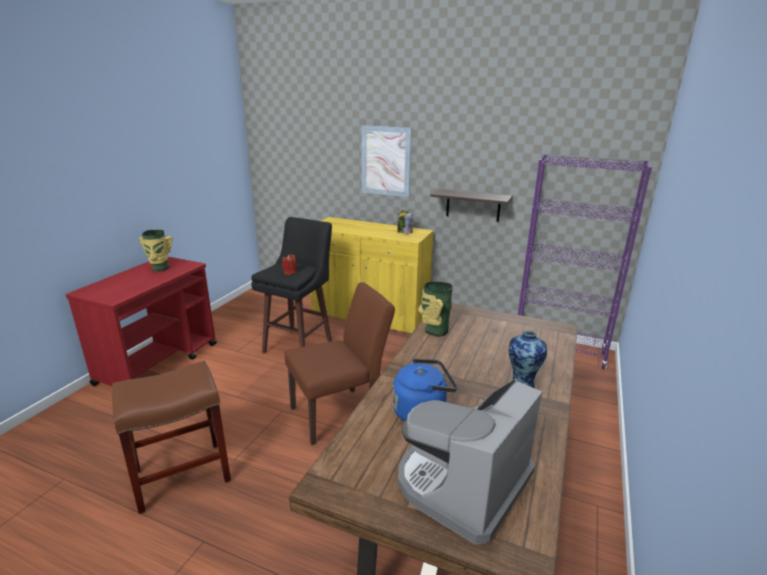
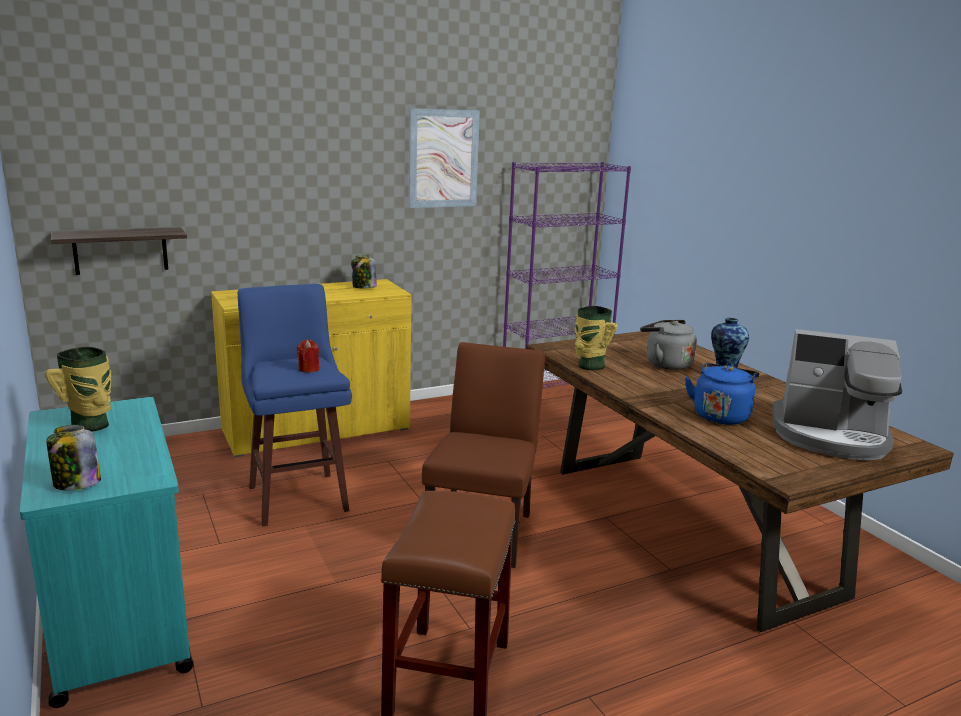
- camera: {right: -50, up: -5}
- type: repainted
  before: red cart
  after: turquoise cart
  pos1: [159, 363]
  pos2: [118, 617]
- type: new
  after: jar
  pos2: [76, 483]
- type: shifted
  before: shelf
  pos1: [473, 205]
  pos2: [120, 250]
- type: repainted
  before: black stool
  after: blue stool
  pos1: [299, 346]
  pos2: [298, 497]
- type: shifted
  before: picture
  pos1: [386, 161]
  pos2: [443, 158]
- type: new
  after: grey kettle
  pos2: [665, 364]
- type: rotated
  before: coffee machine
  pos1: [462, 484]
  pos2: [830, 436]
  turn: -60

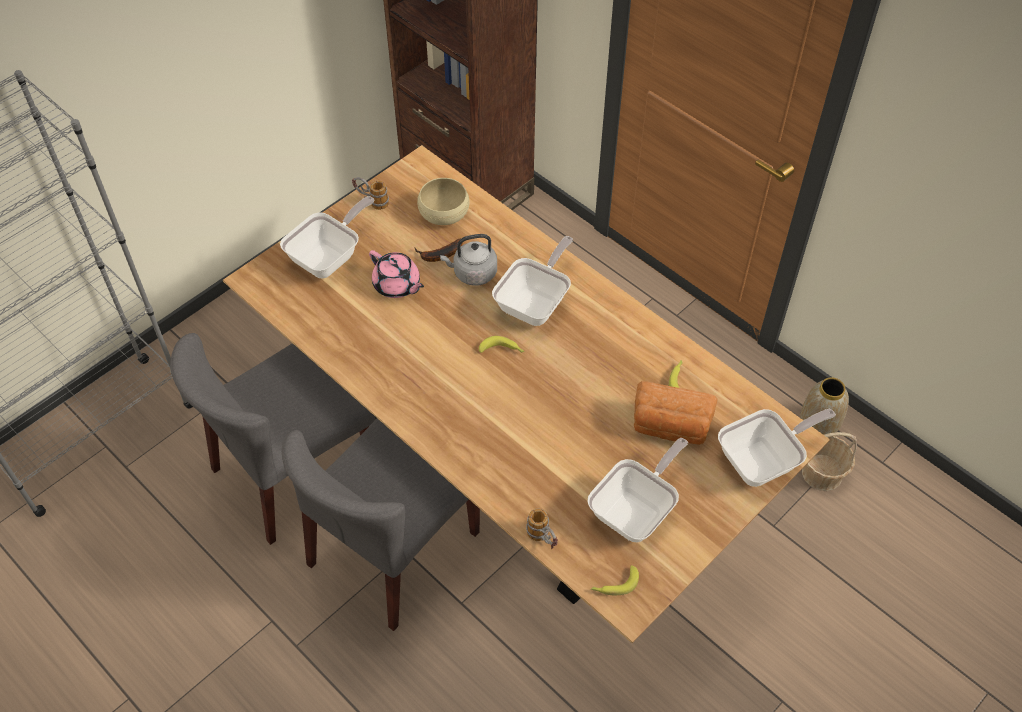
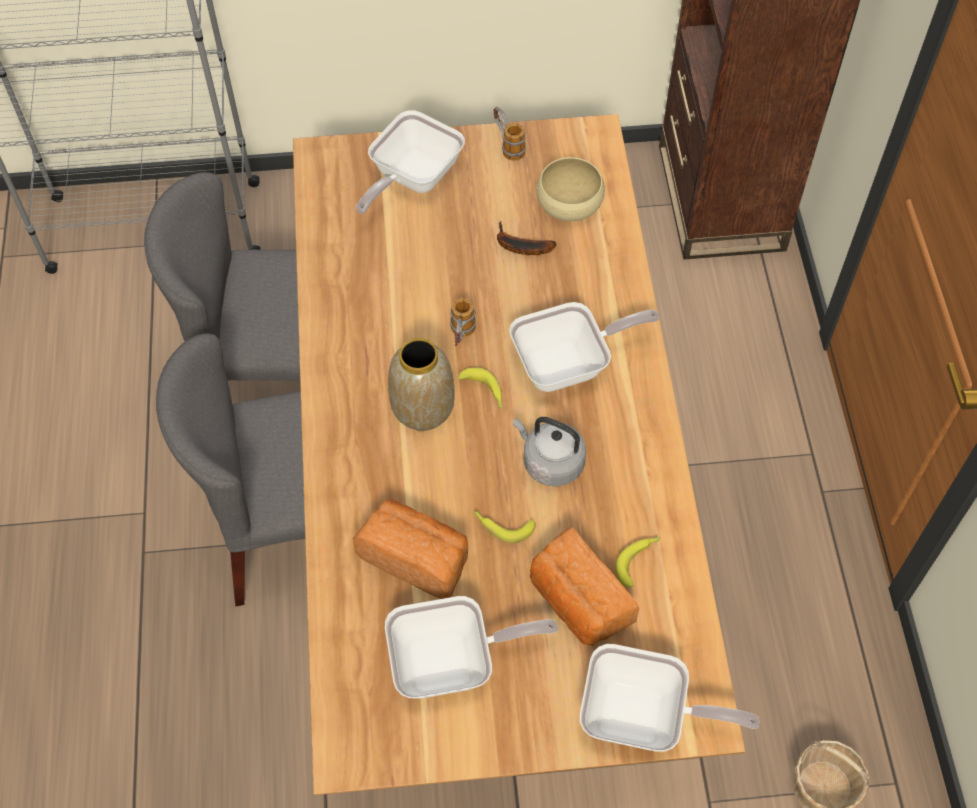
- camera: {right: 40, up: 5}
- type: new
  after: bread
  pos2: [416, 557]
- type: rotated
  before: frying pan
  pos1: [330, 257]
  pos2: [411, 179]
  turn: 135
- type: shifted
  before: vase
  pos1: [818, 424]
  pos2: [422, 408]
- type: shifted
  before: mug
  pos1: [543, 539]
  pos2: [461, 336]
- type: shifted
  before: banana
  pos1: [614, 584]
  pos2: [502, 526]
- type: shifted
  before: grey kettle
  pos1: [472, 273]
  pos2: [550, 462]
- type: gone
  before: pink teapot
  pos1: [397, 285]

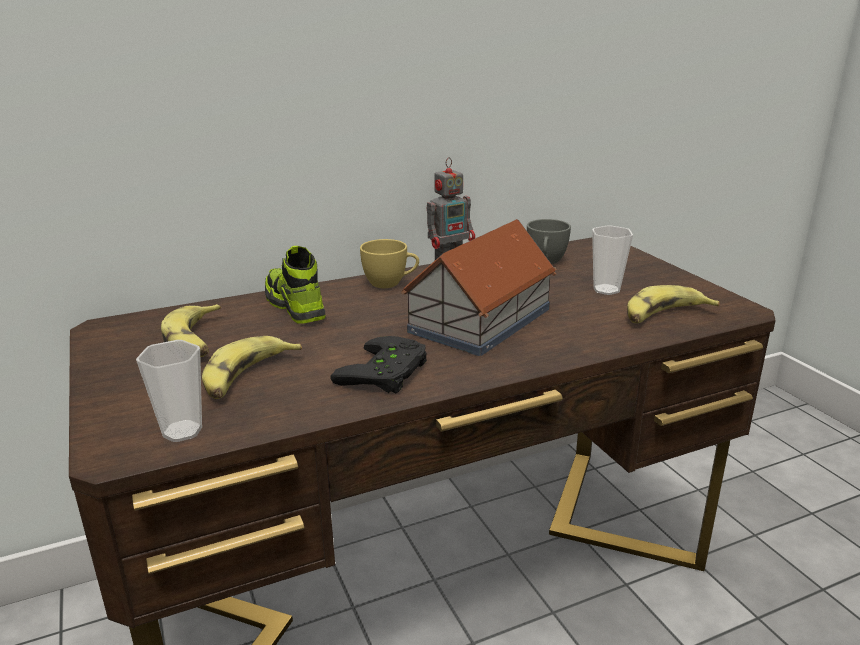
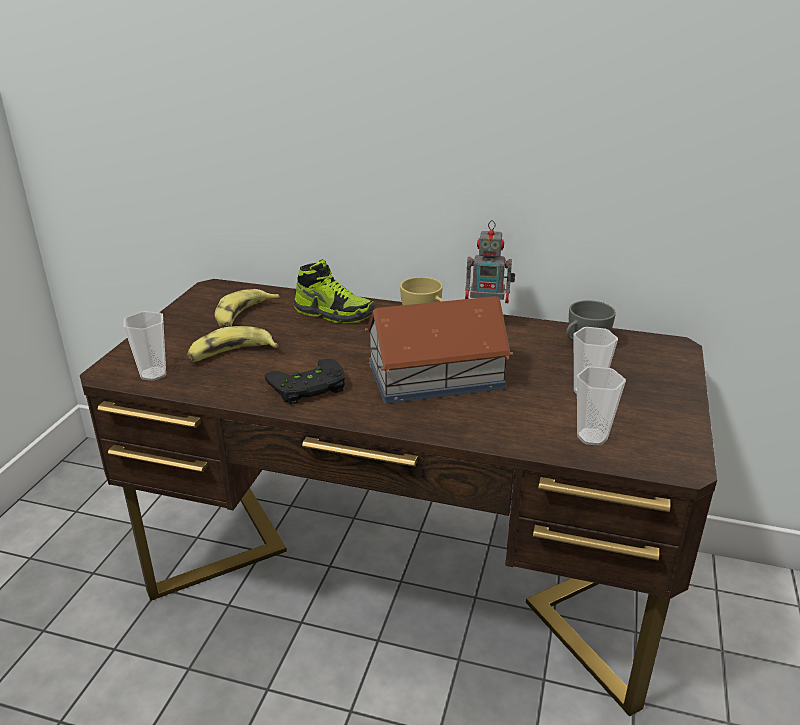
- camera: {right: 40, up: 5}
- type: rotated
  before: shoe
  pos1: [295, 306]
  pos2: [334, 313]
  turn: 105
- type: swapped
  before: banana
  after: cup
  pos1: [664, 316]
  pos2: [592, 437]

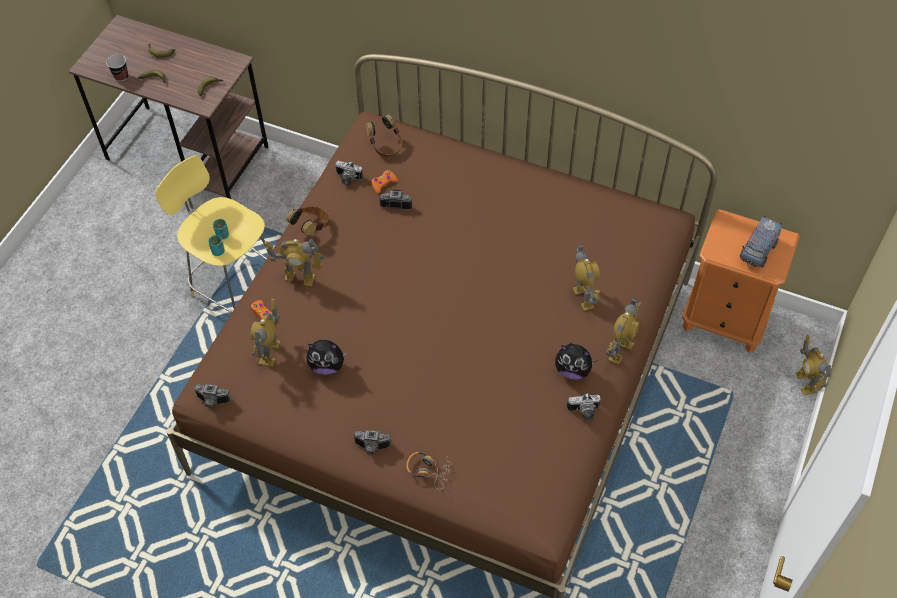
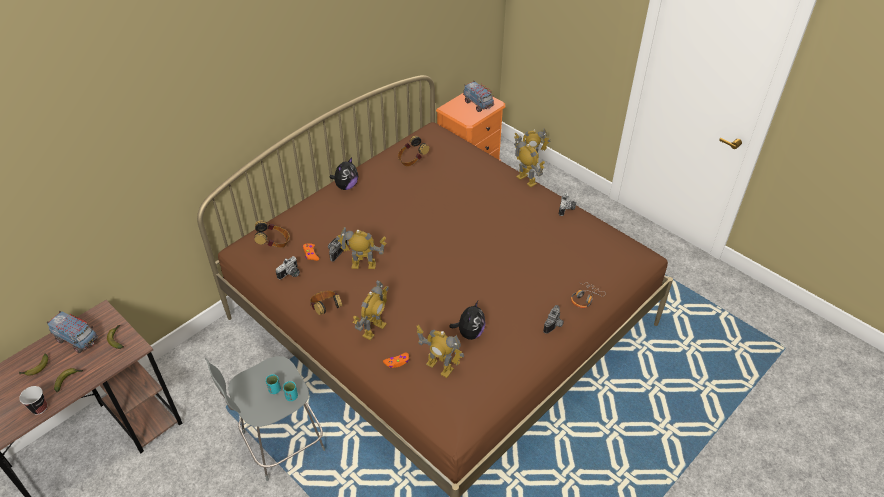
- camera: {right: -70, up: -10}
- type: new
  after: toy truck
  pos2: [77, 339]
- type: repainted
  before: yellow stool
  after: grey stool
  pos1: [235, 288]
  pos2: [280, 443]
- type: shifted
  before: plush toy
  pos1: [572, 370]
  pos2: [346, 186]
- type: shifted
  before: toy robot
  pos1: [583, 298]
  pos2: [363, 265]
- type: new
  after: headphones
  pos2: [412, 160]
- type: gone
  before: photo camera
  pos1: [212, 402]

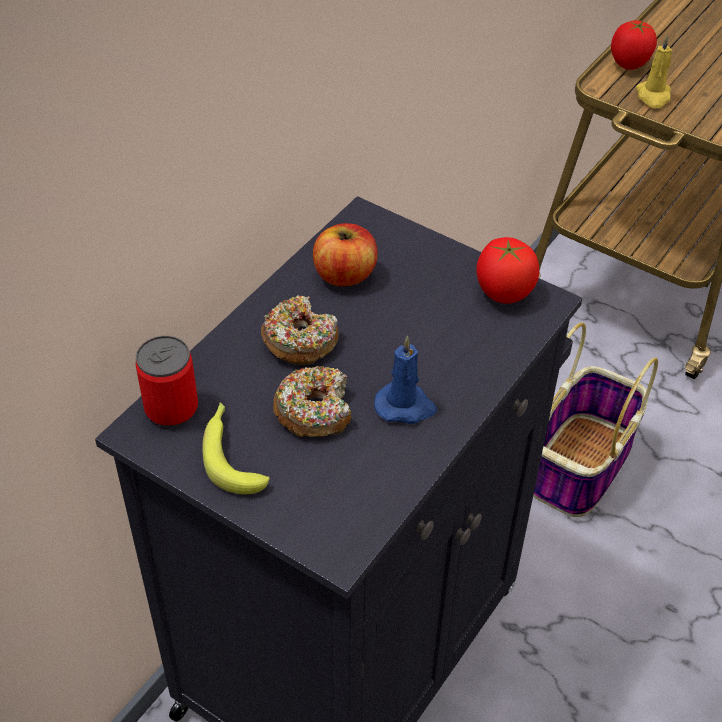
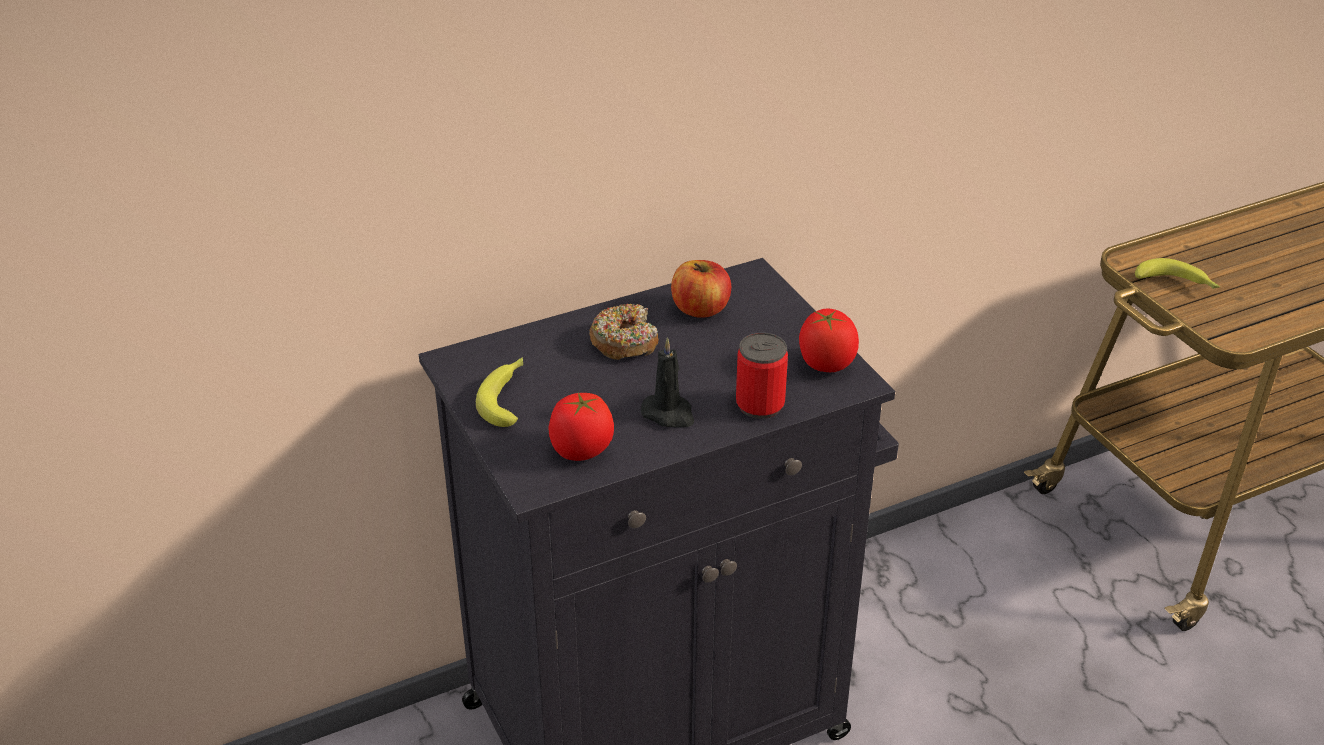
- camera: {right: 30, up: -10}
- type: shifted
  before: tomato
  pos1: [629, 63]
  pos2: [581, 451]
- type: repainted
  before: blue candle
  after: black candle
  pos1: [405, 406]
  pos2: [669, 414]
- type: shifted
  before: can
  pos1: [171, 409]
  pos2: [760, 405]
- type: swapped
  before: yellow candle
  after: banana
  pos1: [653, 96]
  pos2: [1177, 283]
- type: gone
  before: donut
  pos1: [314, 410]
- type: gone
  before: basket
  pos1: [579, 463]

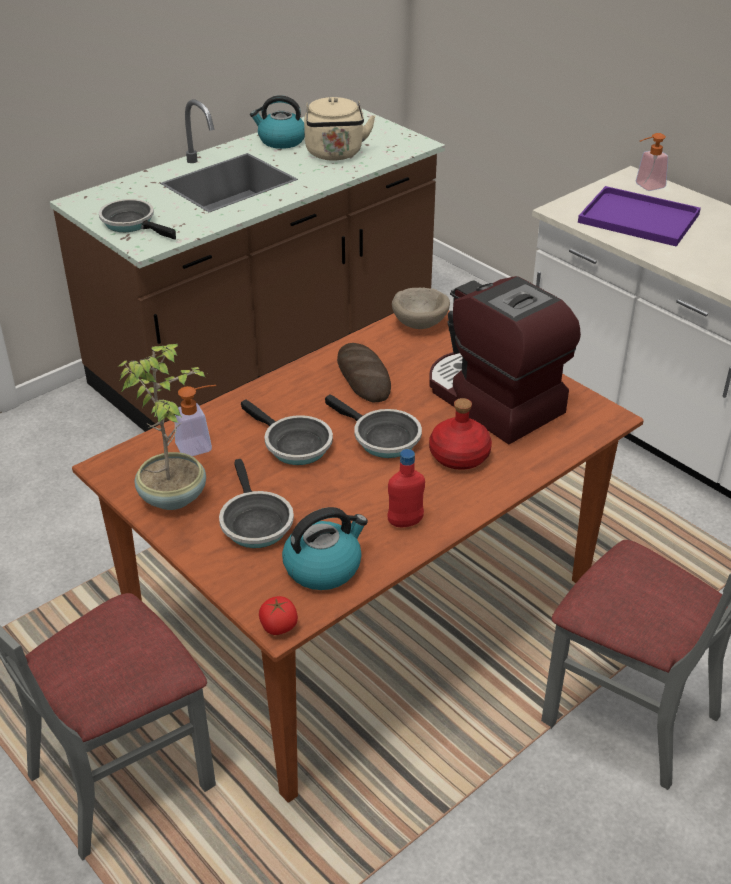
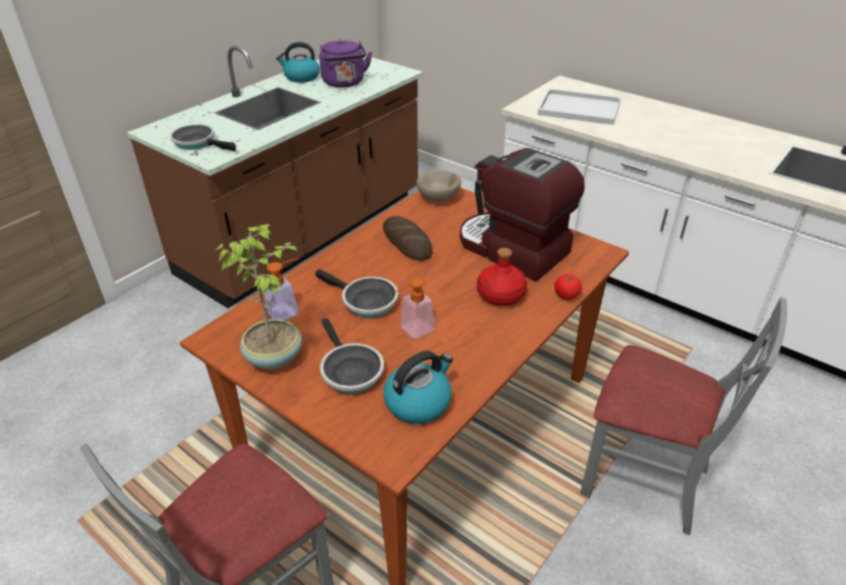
- camera: {right: -10, up: 0}
- type: repainted
  before: beige kettle
  after: purple kettle
  pos1: [335, 154]
  pos2: [344, 83]
- type: shifted
  before: soap dispenser
  pos1: [645, 186]
  pos2: [412, 331]
- type: repainted
  before: purple tray
  after: white tray
  pos1: [641, 218]
  pos2: [581, 108]
- type: shifted
  before: tomato
  pos1: [278, 626]
  pos2: [566, 295]
- type: gone
  before: frying pan
  pos1: [382, 438]
- type: gone
  before: red bottle
  pos1: [405, 522]

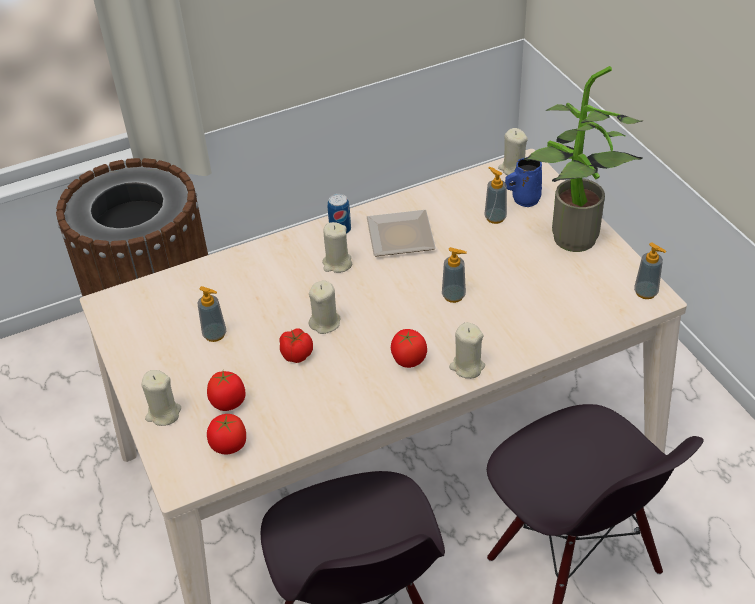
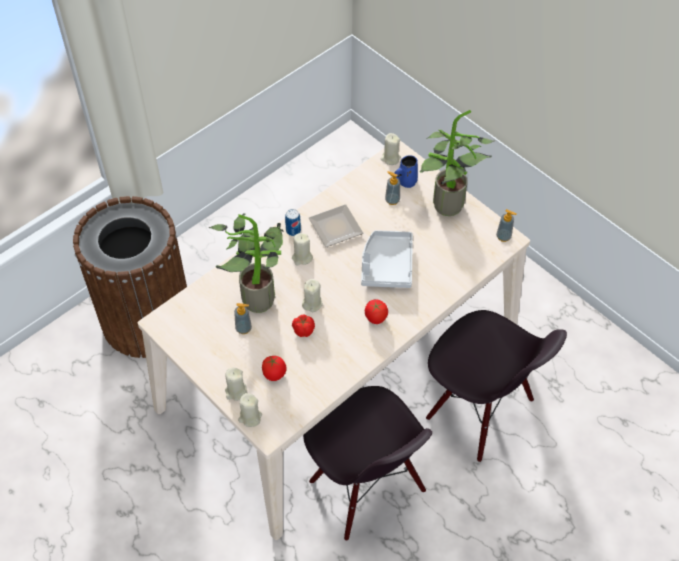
- camera: {right: -20, up: 10}
- type: new
  after: potted plant
  pos2: [259, 296]
- type: shifted
  before: beige candle
  pos1: [467, 367]
  pos2: [250, 417]
- type: swapped
  before: soap dispenser
  after: grey tray
  pos1: [453, 296]
  pos2: [386, 265]
- type: gone
  before: tomato
  pos1: [229, 446]

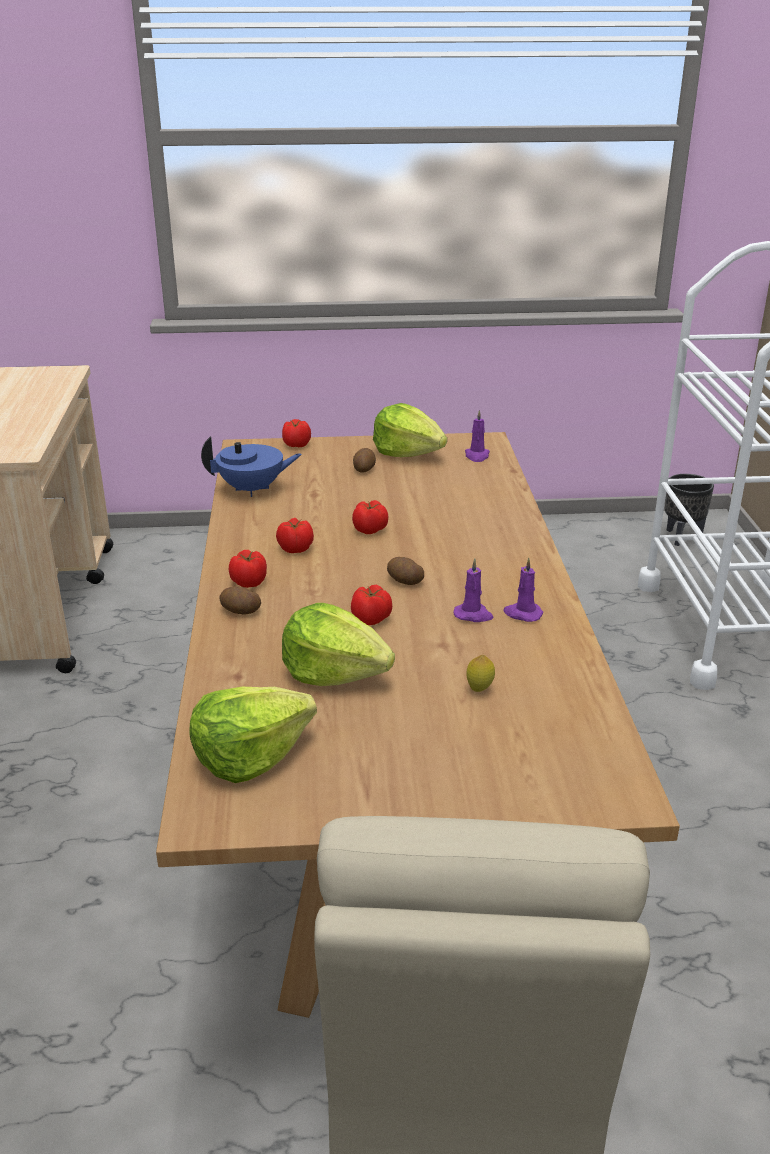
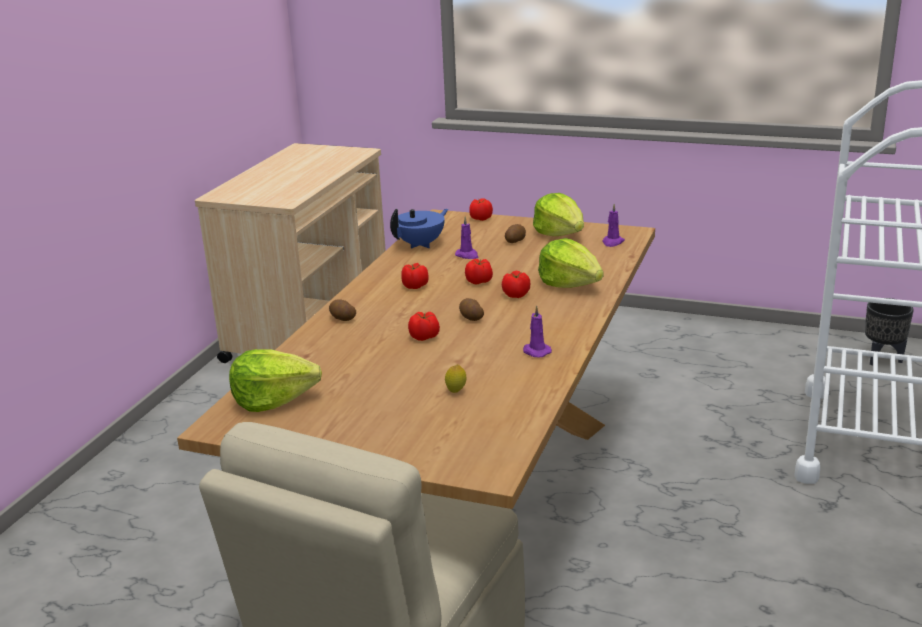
- camera: {right: 25, up: -5}
- type: rotated
  before: blue teapot
  pos1: [252, 489]
  pos2: [421, 244]
  turn: -60
- type: shifted
  before: purple candle
  pos1: [473, 615]
  pos2: [467, 255]
- type: shifted
  before: tomato
  pos1: [249, 582]
  pos2: [516, 295]
- type: shifted
  before: lettuce
  pos1: [334, 672]
  pos2: [570, 284]

